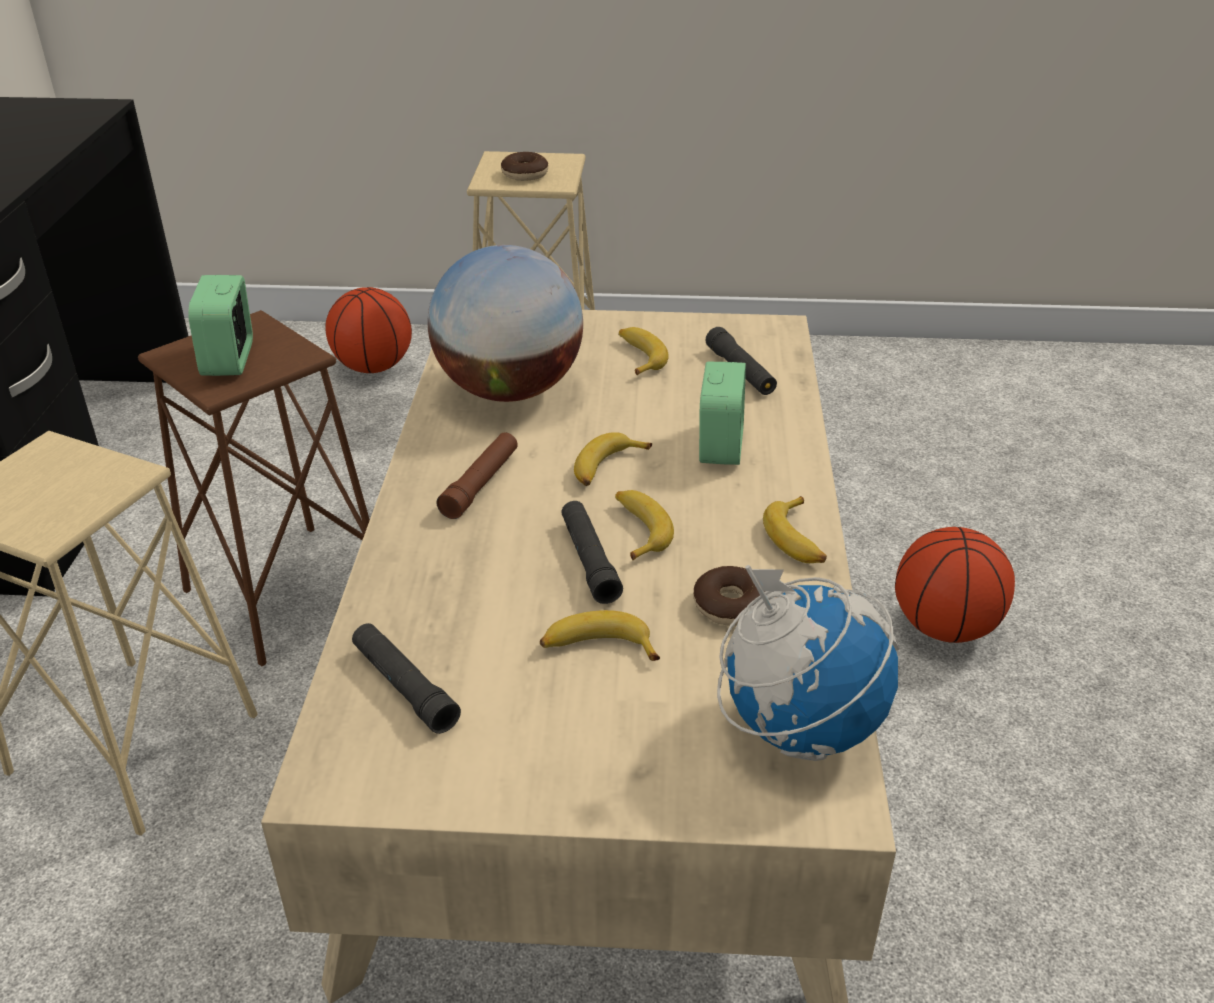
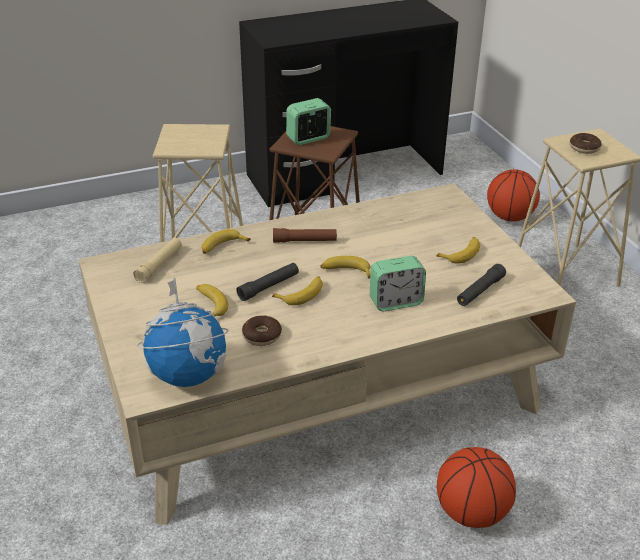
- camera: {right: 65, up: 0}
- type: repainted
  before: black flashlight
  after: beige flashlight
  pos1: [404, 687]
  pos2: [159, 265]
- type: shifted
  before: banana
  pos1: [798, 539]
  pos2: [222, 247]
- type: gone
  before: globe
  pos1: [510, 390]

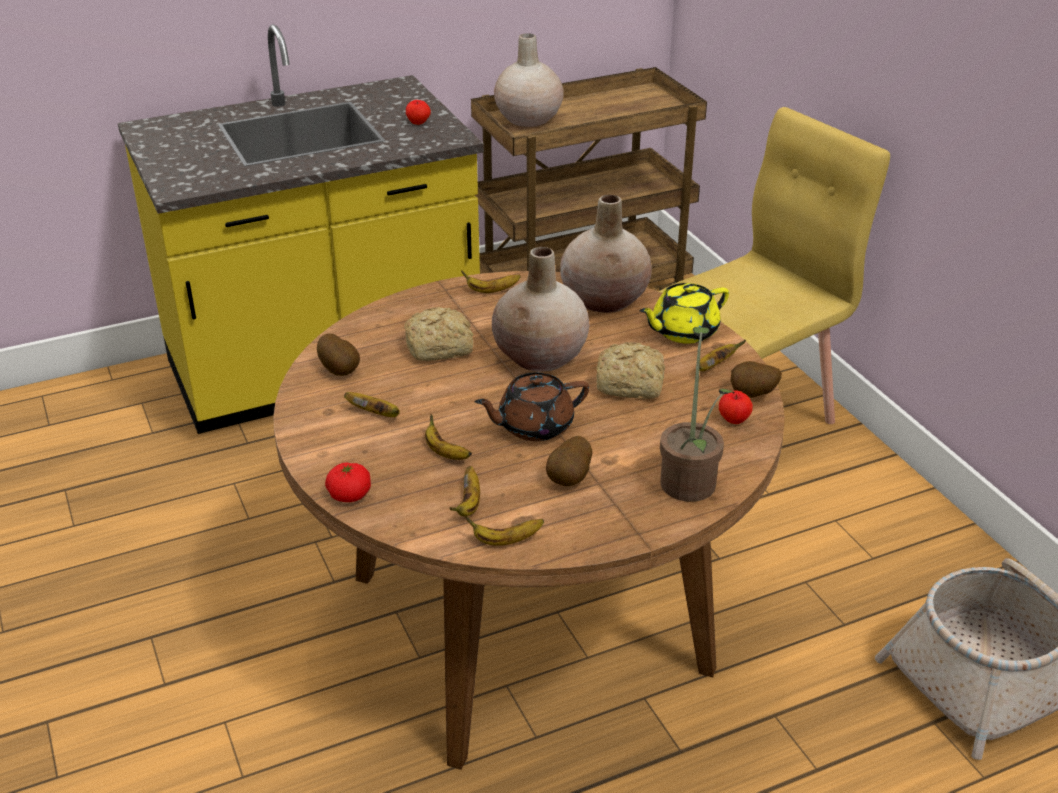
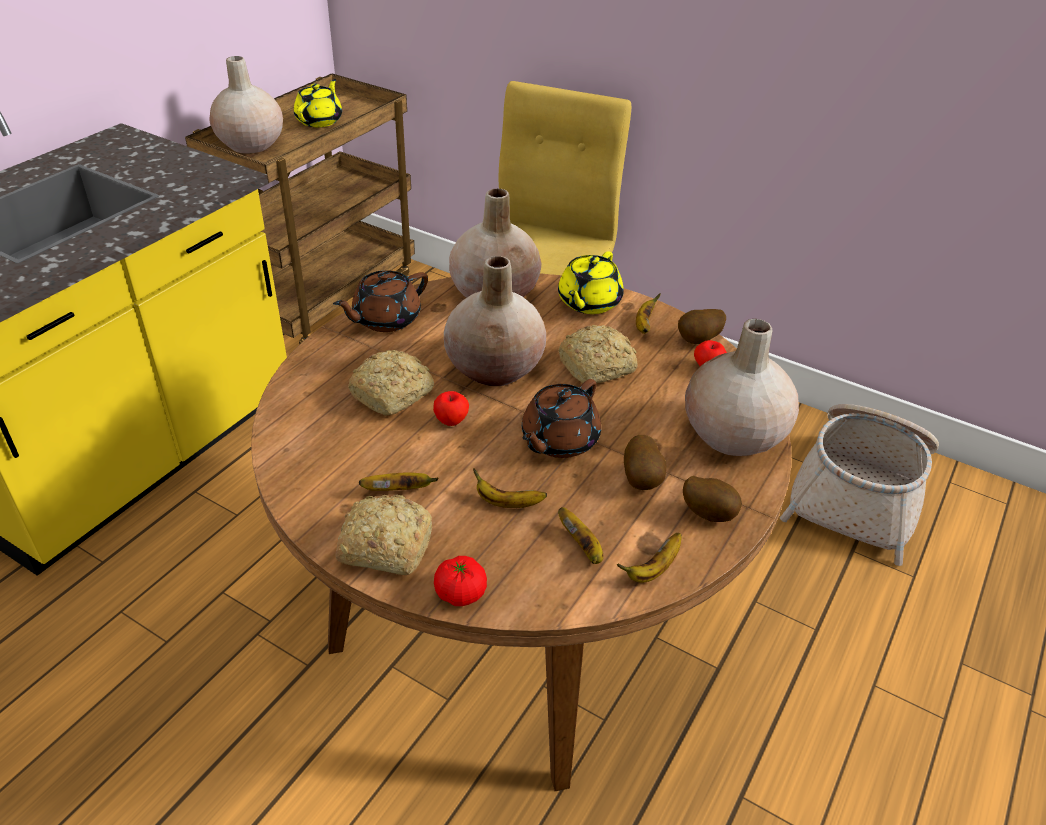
- camera: {right: -35, up: 5}
- type: new
  after: yellow teapot
  pos2: [320, 120]
- type: swapped
  before: banana
  after: brown teapot
  pos1: [491, 291]
  pos2: [385, 319]
- type: new
  after: bread
  pos2: [384, 545]
- type: shifted
  before: apple
  pos1: [418, 123]
  pos2: [451, 420]
- type: shifted
  before: potato
  pos1: [340, 370]
  pos2: [708, 513]
- type: swapped
  before: potted plant
  after: beige vase
  pos1: [690, 478]
  pos2: [732, 435]

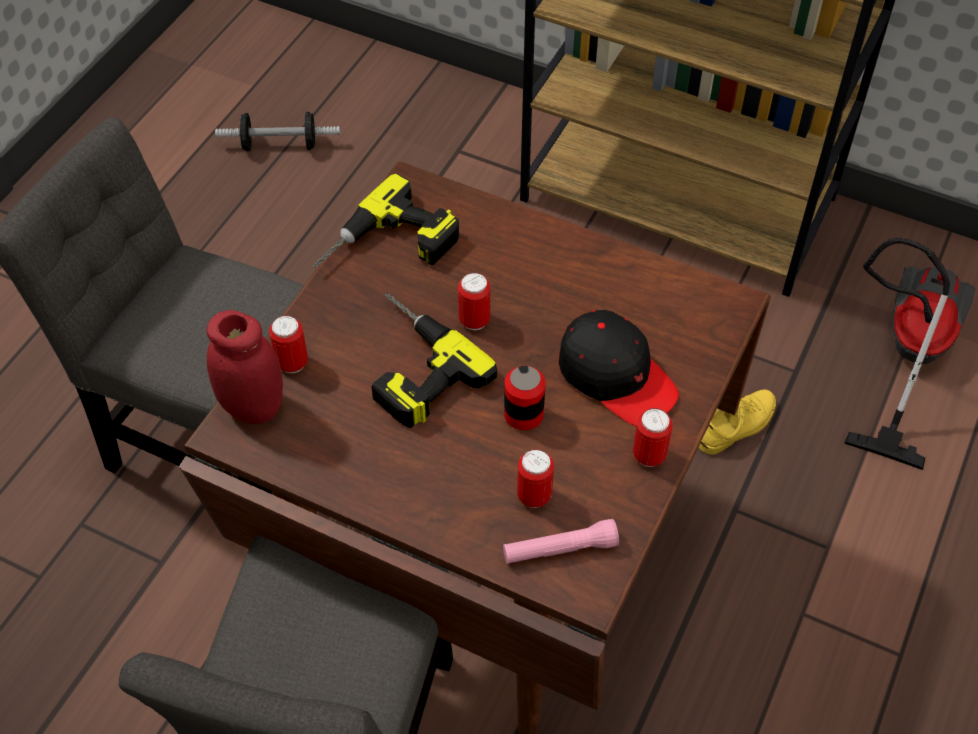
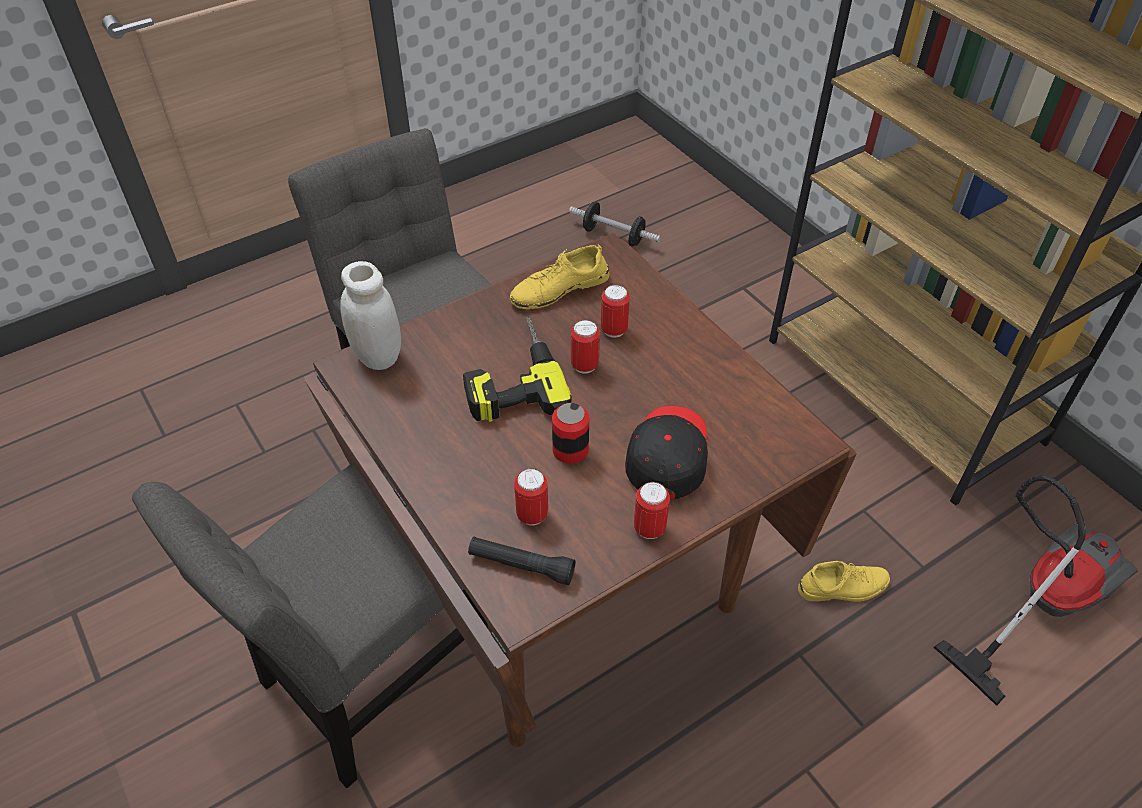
- camera: {right: 30, up: -5}
- type: repainted
  before: red jar
  after: white jar
  pos1: [253, 406]
  pos2: [378, 356]
- type: repainted
  before: pink flashlight
  after: black flashlight
  pos1: [559, 549]
  pos2: [521, 565]
- type: swapped
  before: power drill
  after: yellow shoe
  pos1: [389, 248]
  pos2: [559, 289]
- type: shifted
  before: can
  pos1: [292, 363]
  pos2: [614, 330]
- type: rotated
  before: black cap
  pos1: [616, 376]
  pos2: [667, 455]
  turn: -150

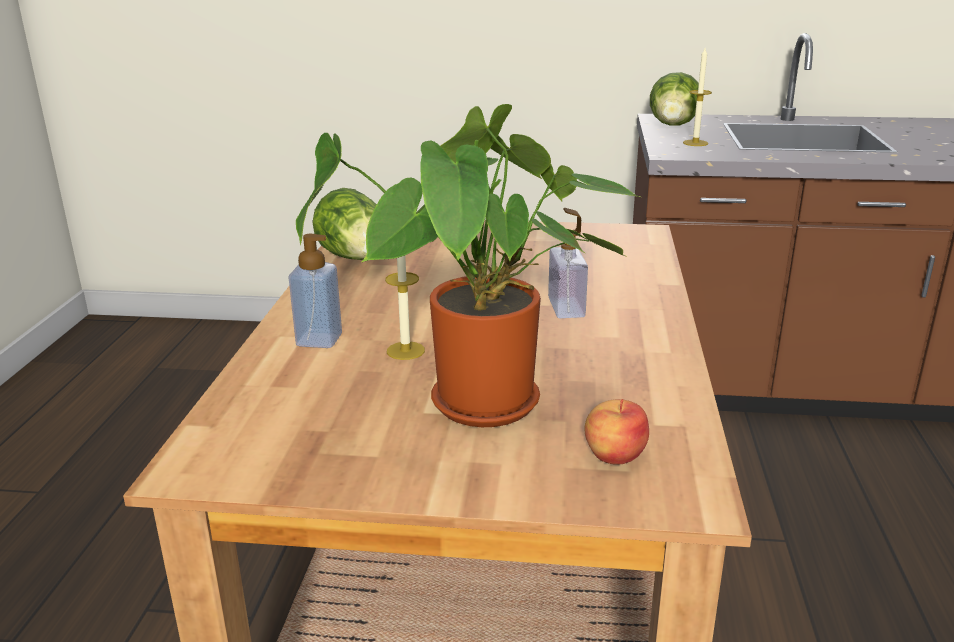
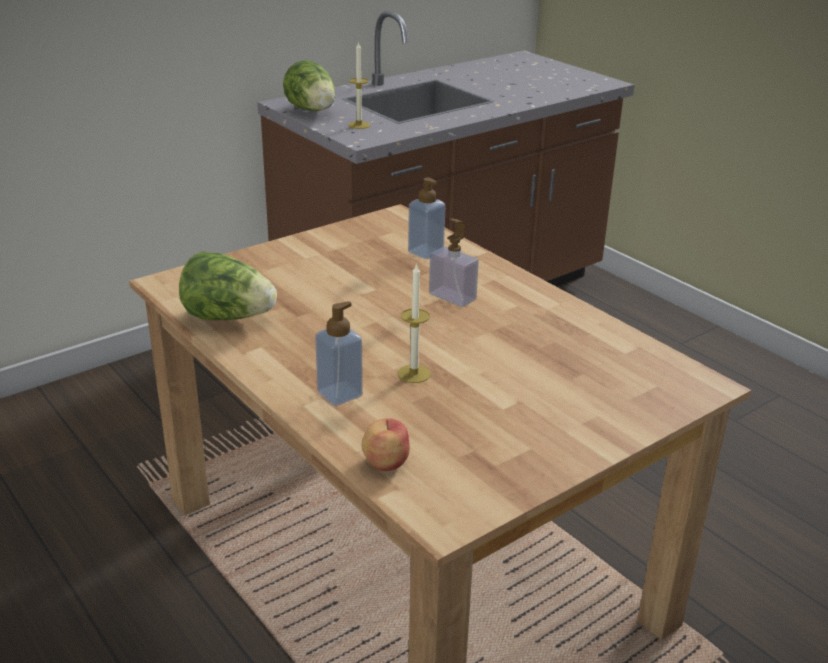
- camera: {right: -45, up: 5}
- type: shifted
  before: apple
  pos1: [614, 455]
  pos2: [385, 462]
- type: new
  after: soap dispenser
  pos2: [425, 252]
- type: gone
  before: potted plant
  pos1: [483, 410]

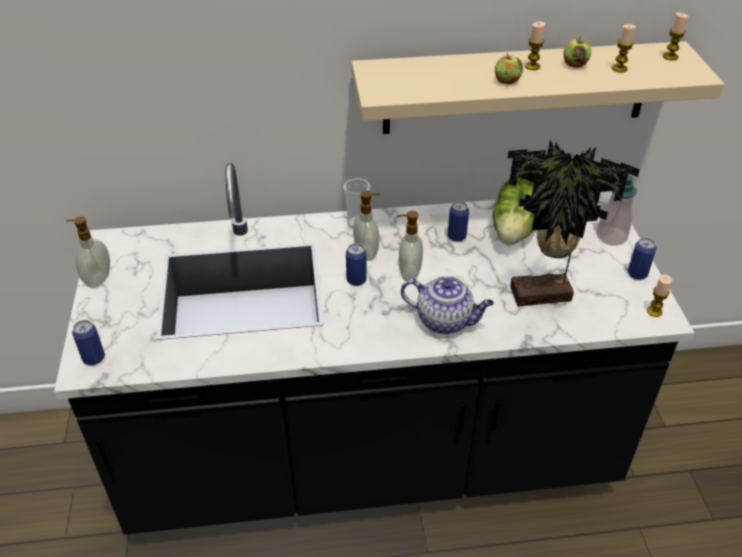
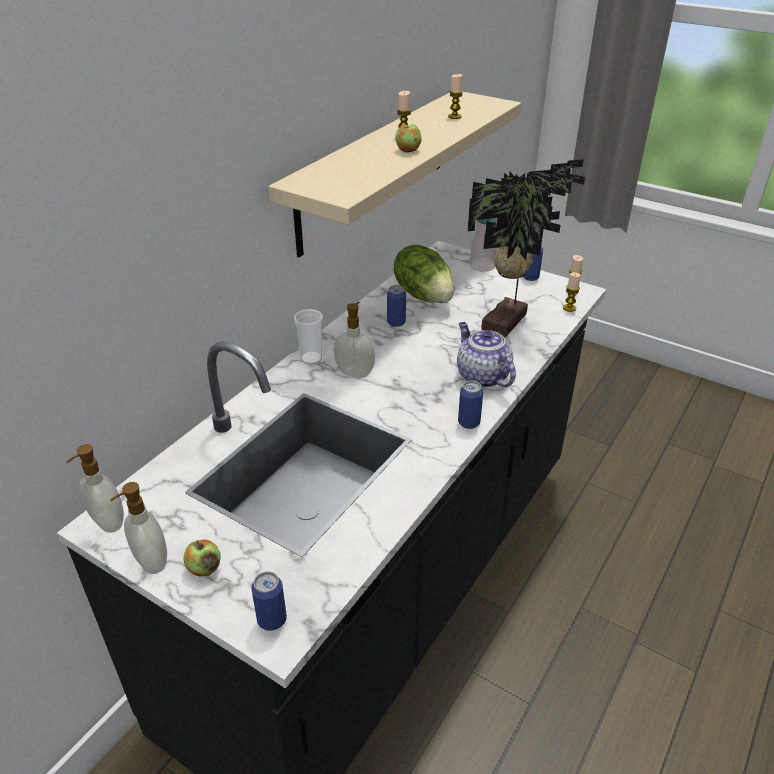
- camera: {right: -50, up: -5}
- type: shifted
  before: soap dispenser
  pos1: [408, 273]
  pos2: [107, 523]
- type: shifted
  before: apple
  pos1: [574, 64]
  pos2: [204, 568]
- type: rotated
  before: teapot
  pos1: [445, 321]
  pos2: [481, 376]
  turn: -90
- type: shifted
  before: can
  pos1: [356, 280]
  pos2: [469, 423]
- type: shifted
  before: candle
  pos1: [670, 56]
  pos2: [569, 308]

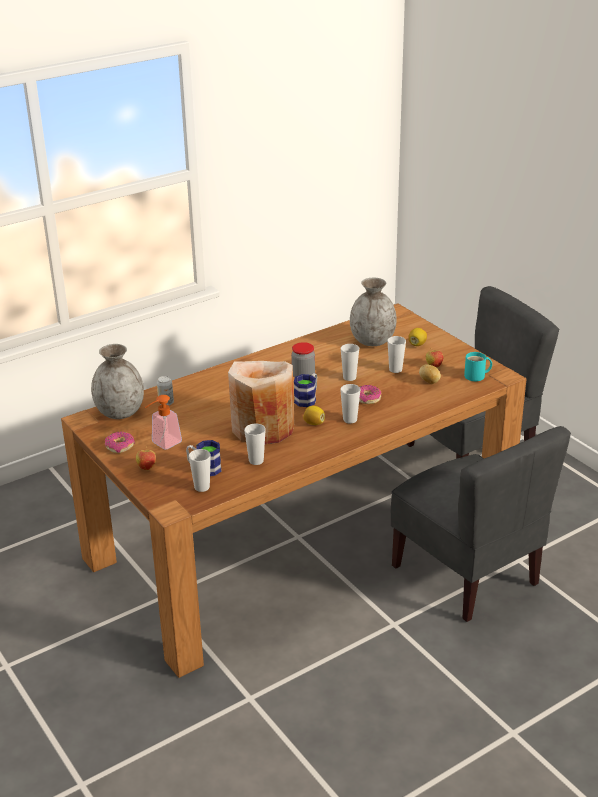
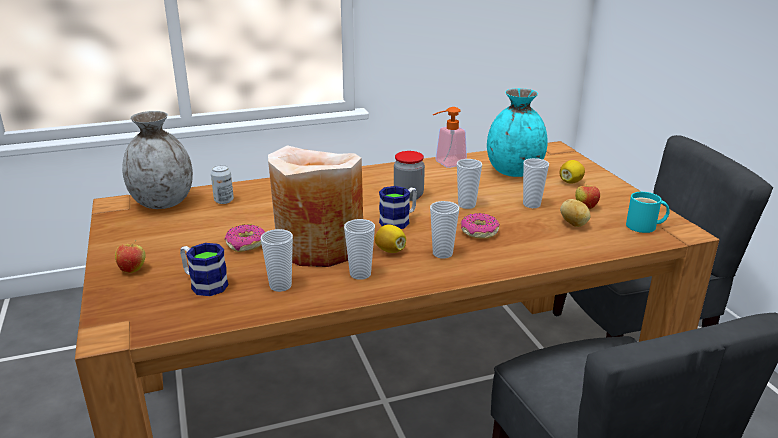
- camera: {right: 15, up: -5}
- type: shifted
  before: donut
  pos1: [120, 446]
  pos2: [246, 244]
- type: shifted
  before: cup
  pos1: [202, 487]
  pos2: [360, 274]
- type: shifted
  before: soap dispenser
  pos1: [162, 444]
  pos2: [446, 164]
- type: repainted
  before: grey vase
  after: turquoise vase
  pos1: [373, 341]
  pos2: [514, 172]

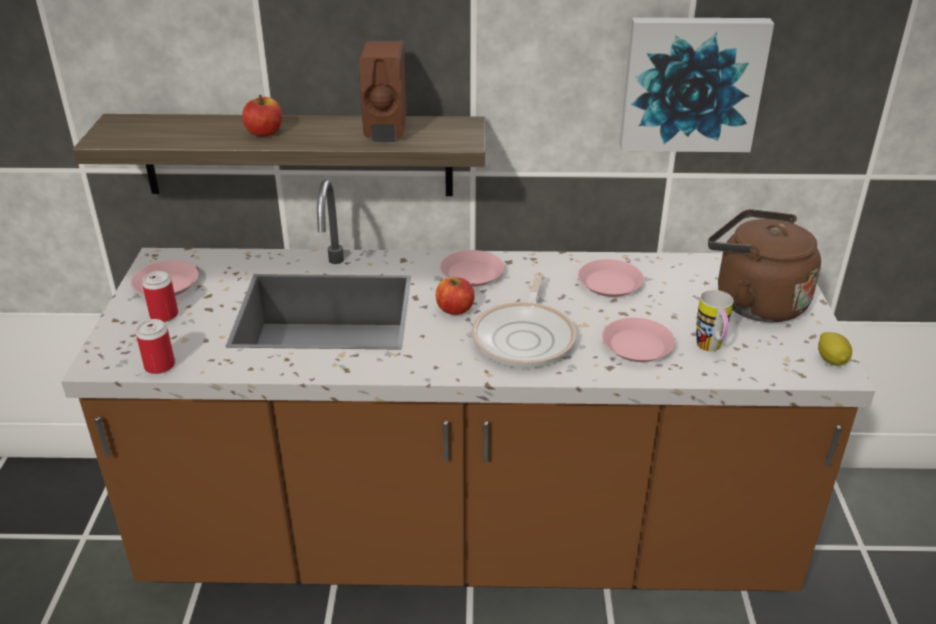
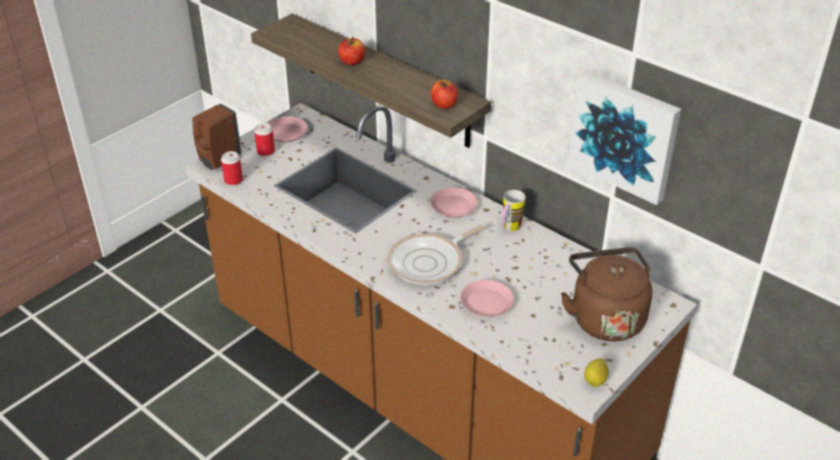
- camera: {right: 40, up: 5}
- type: shifted
  before: brown soap dispenser
  pos1: [385, 132]
  pos2: [219, 161]
- type: shifted
  before: apple
  pos1: [455, 309]
  pos2: [444, 105]
- type: shifted
  before: mug
  pos1: [711, 349]
  pos2: [509, 229]
- type: gone
  before: pink plate
  pos1: [610, 283]

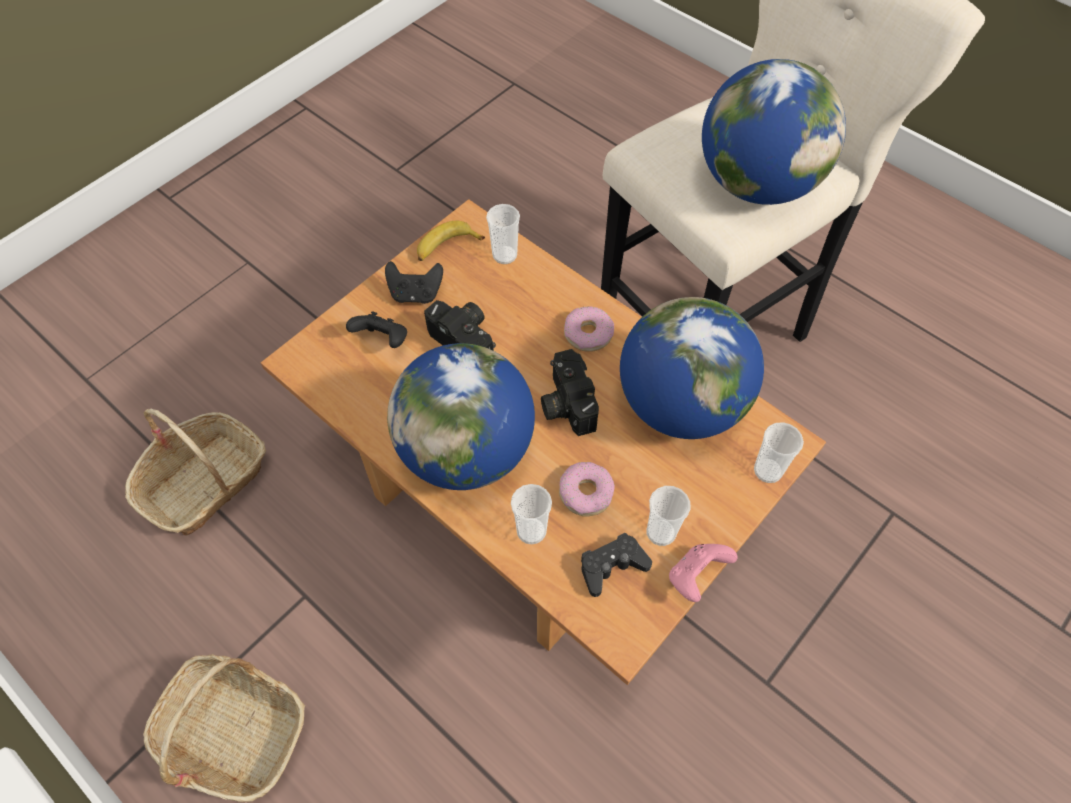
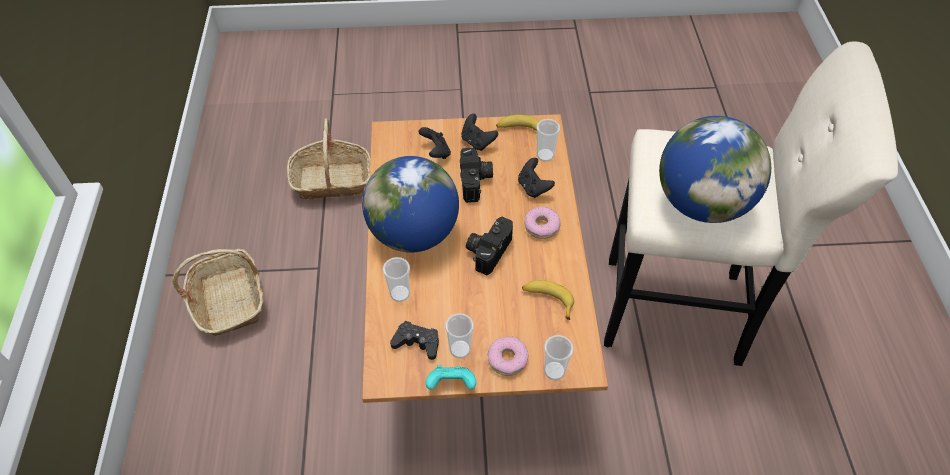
- camera: {right: 45, up: -5}
- type: repainted
  before: pink game controller
  after: turquoise game controller
  pos1: [696, 576]
  pos2: [451, 384]
- type: shifted
  before: donut
  pos1: [585, 493]
  pos2: [507, 359]
- type: new
  after: black game controller
  pos2: [533, 187]
- type: swapped
  before: globe
  after: banana
  pos1: [681, 405]
  pos2: [547, 299]

